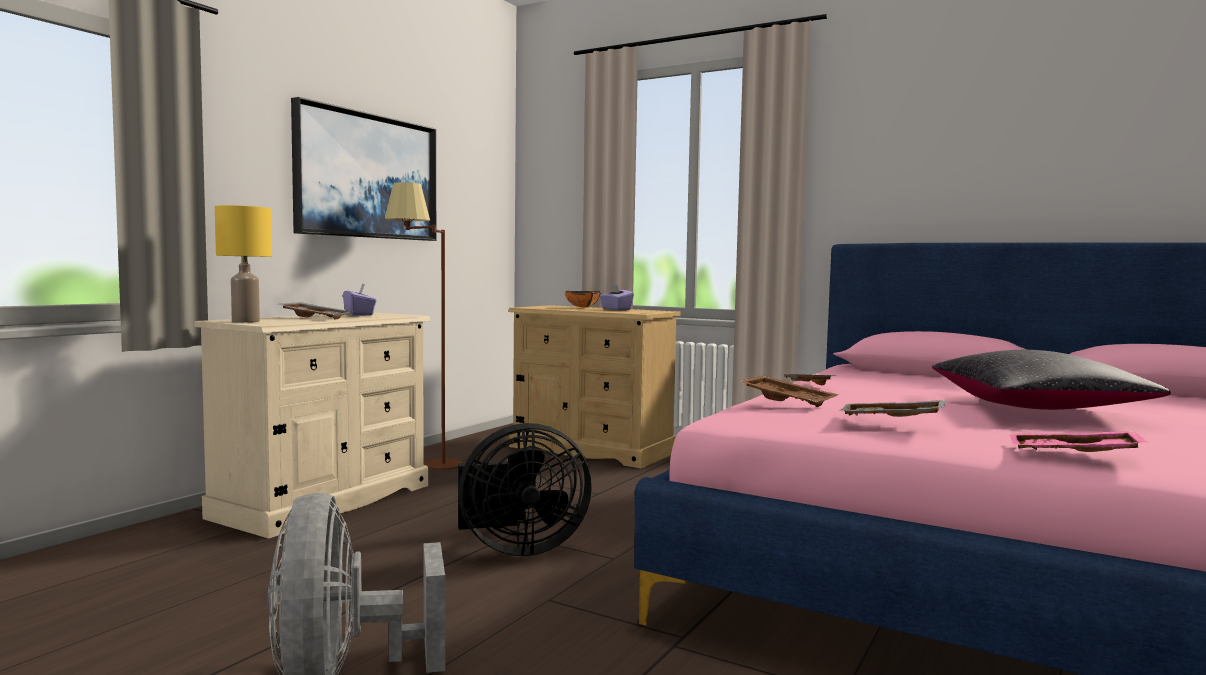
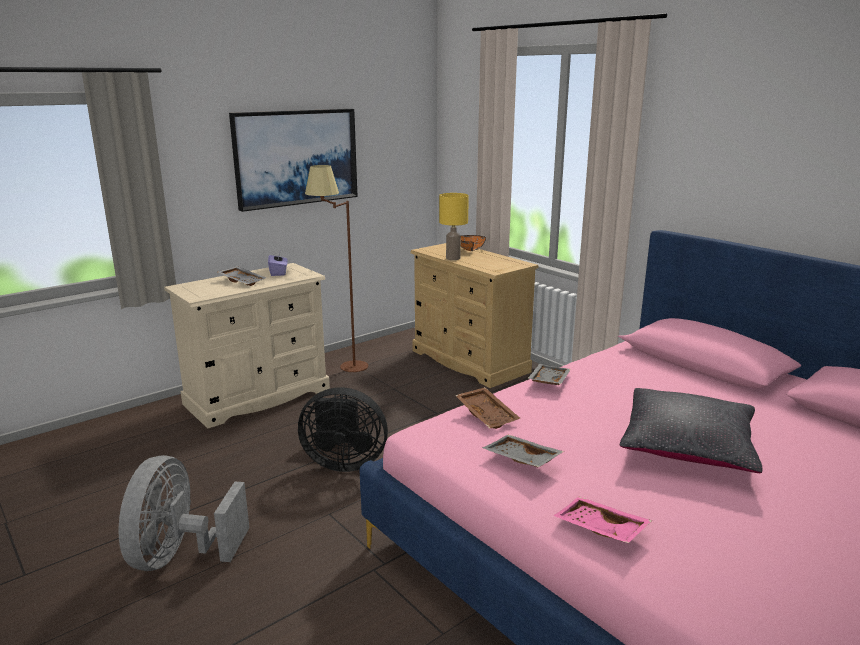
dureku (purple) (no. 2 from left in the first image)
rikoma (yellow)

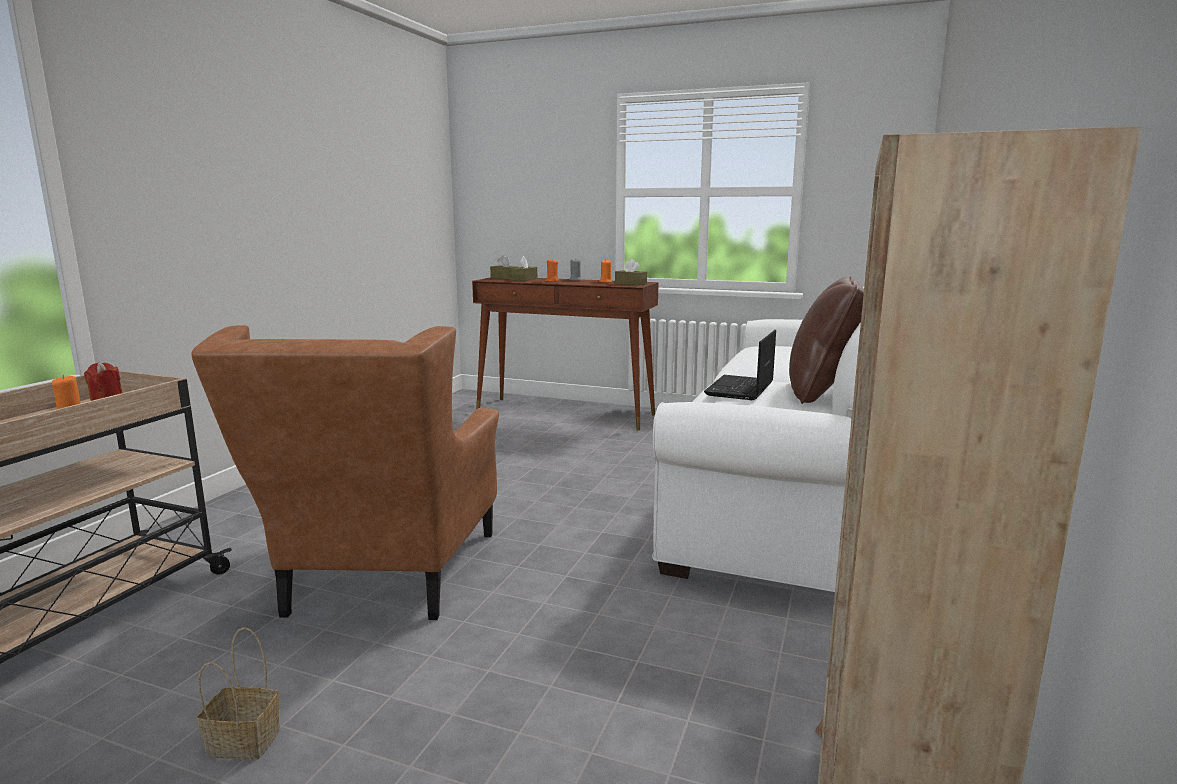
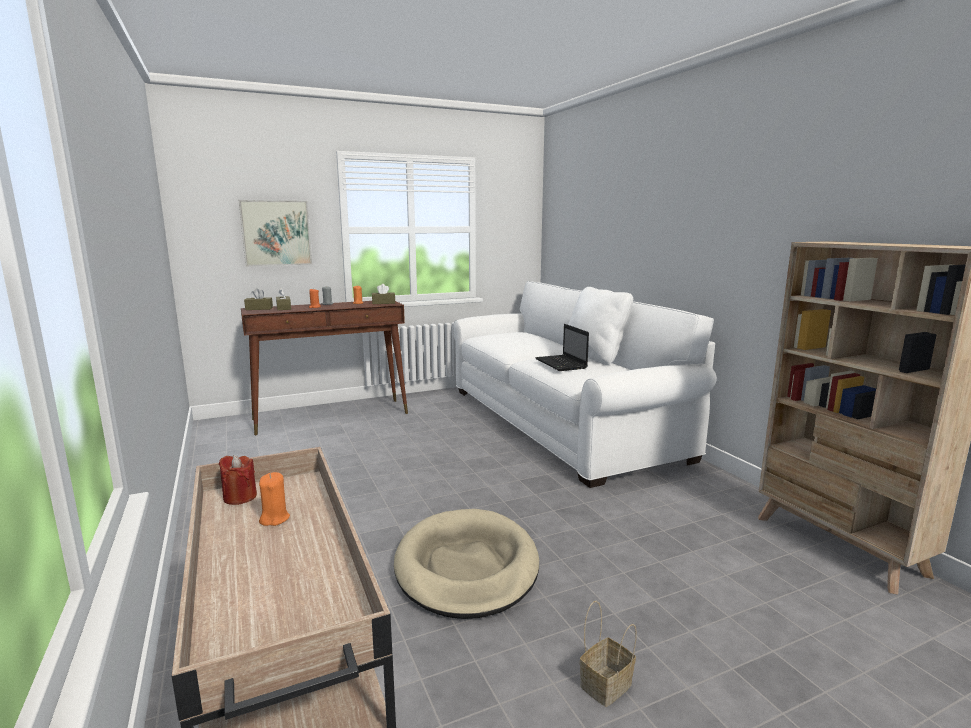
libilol
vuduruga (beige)
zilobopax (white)

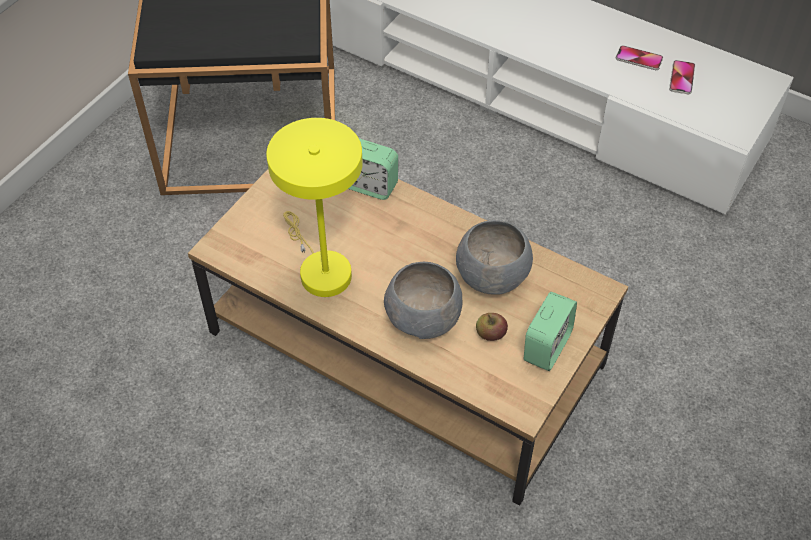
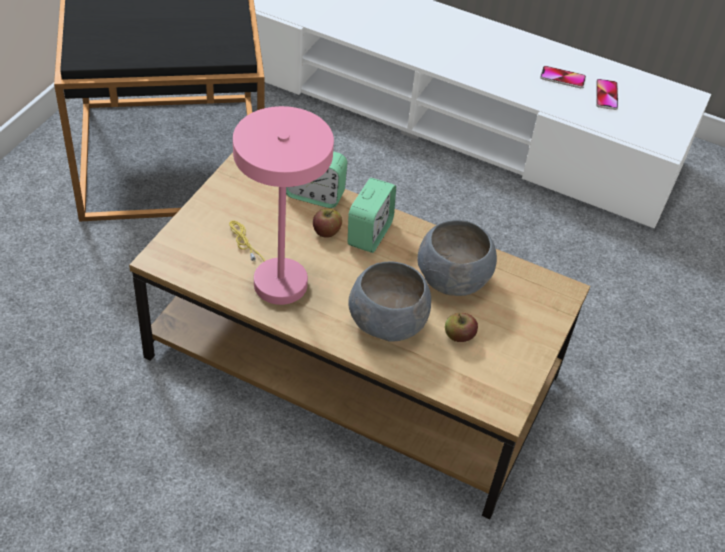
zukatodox (no. 1 from left)
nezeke (no. 2 from left)
rikoma (pink)

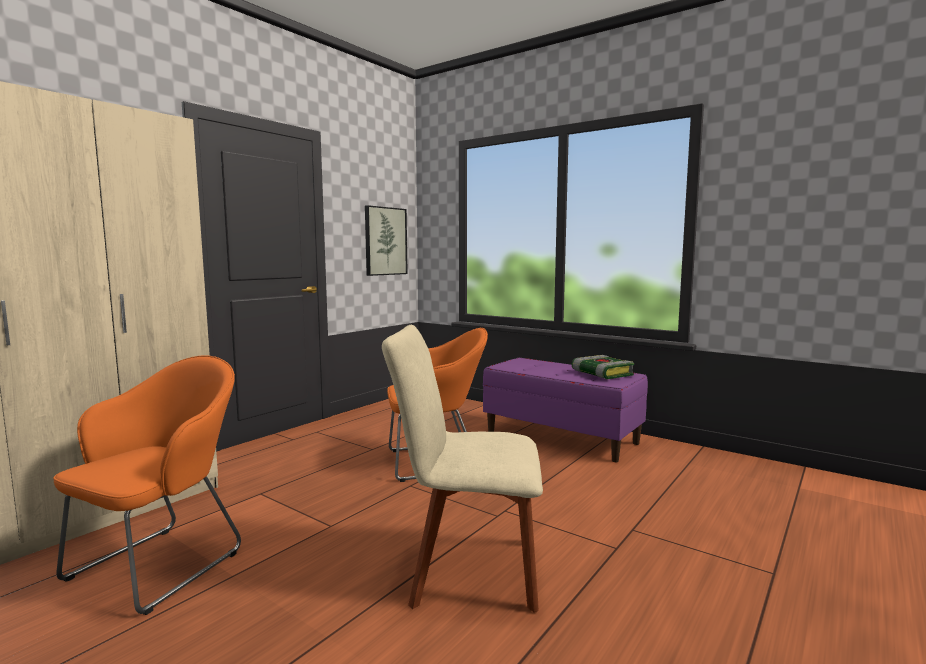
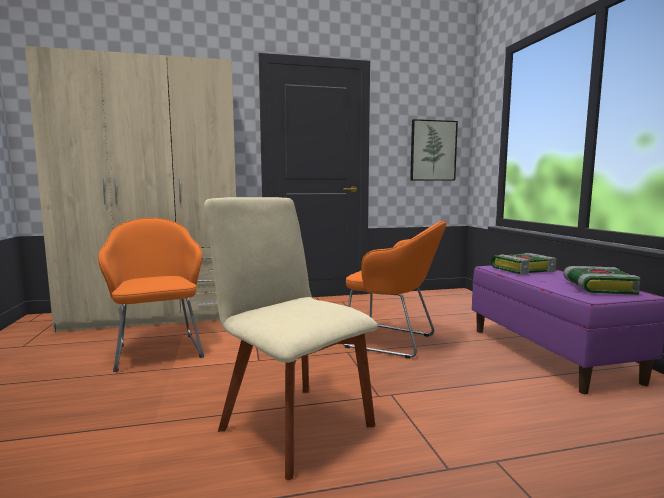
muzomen (no. 1 from left)
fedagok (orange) (no. 1 from left)

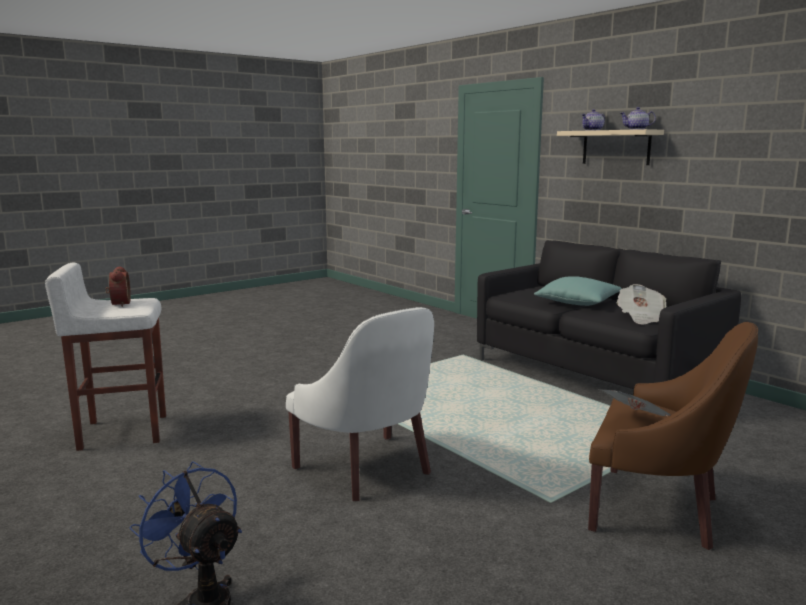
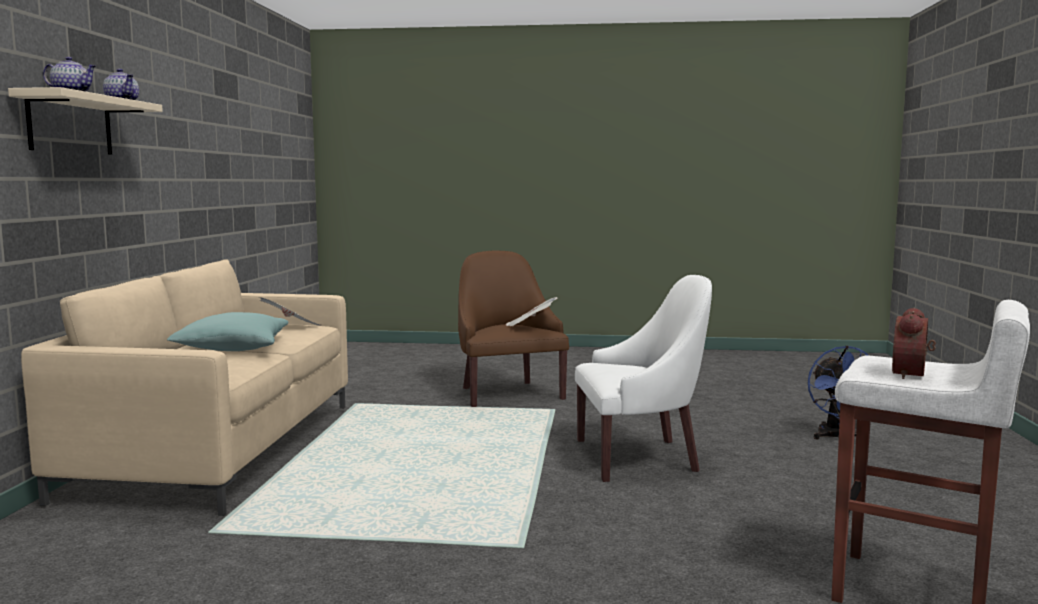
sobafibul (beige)
fedagok (white)

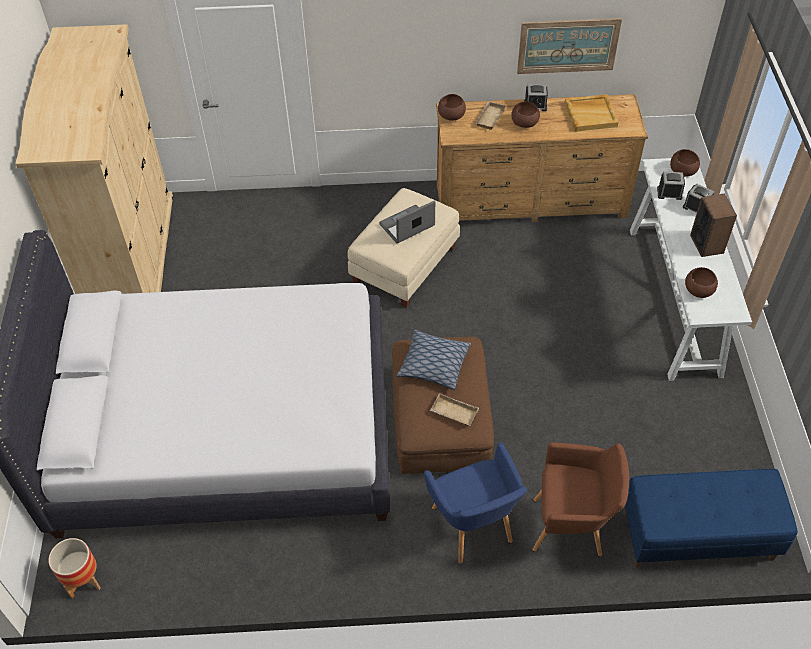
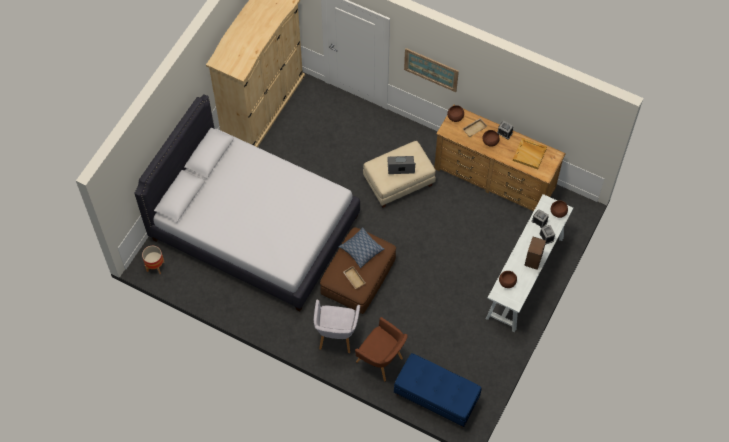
libilol
fedagok (grey)

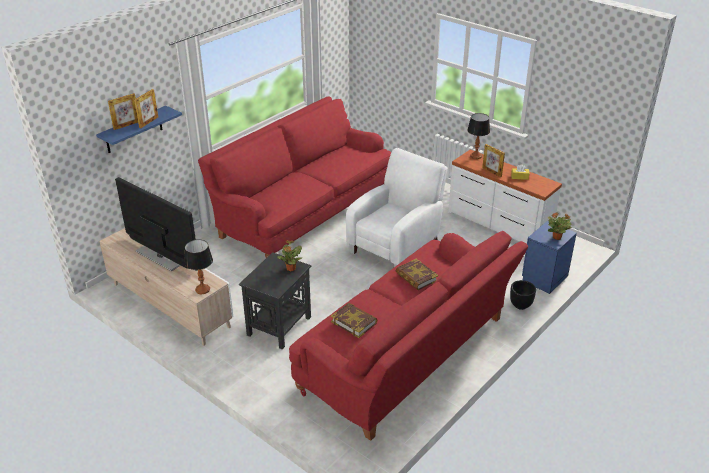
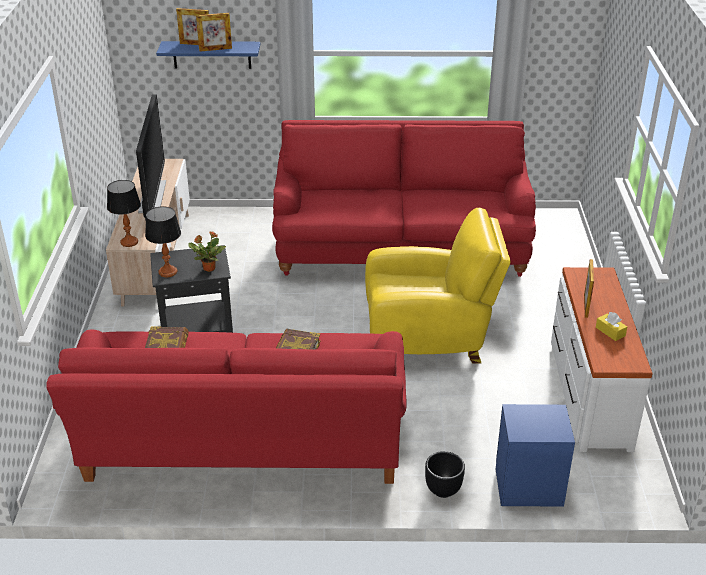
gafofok (no. 2 from left in the first image)
rikoma (no. 2 from left)
fedagok (yellow)

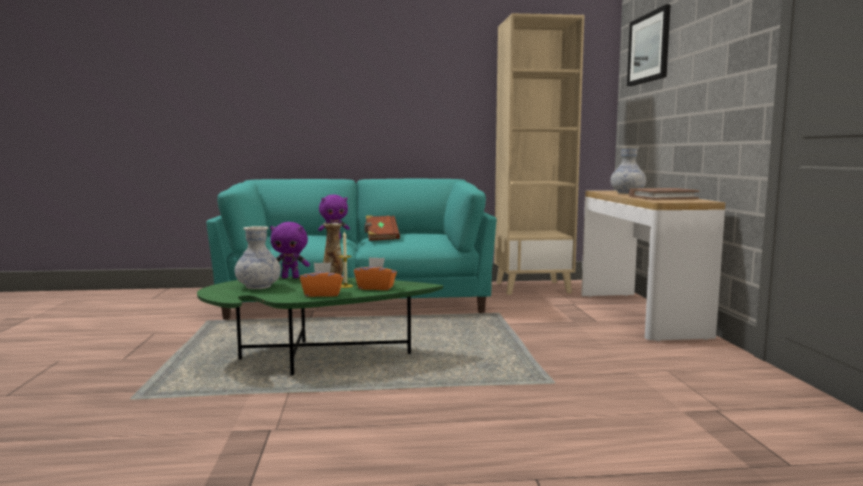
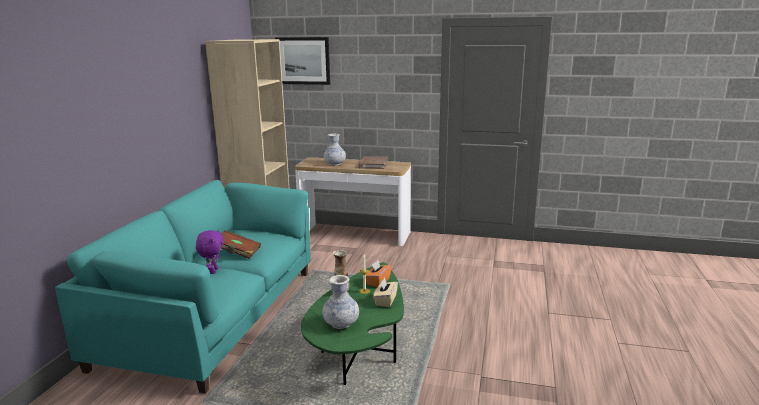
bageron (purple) (no. 1 from left in the first image)
dureku (beige)

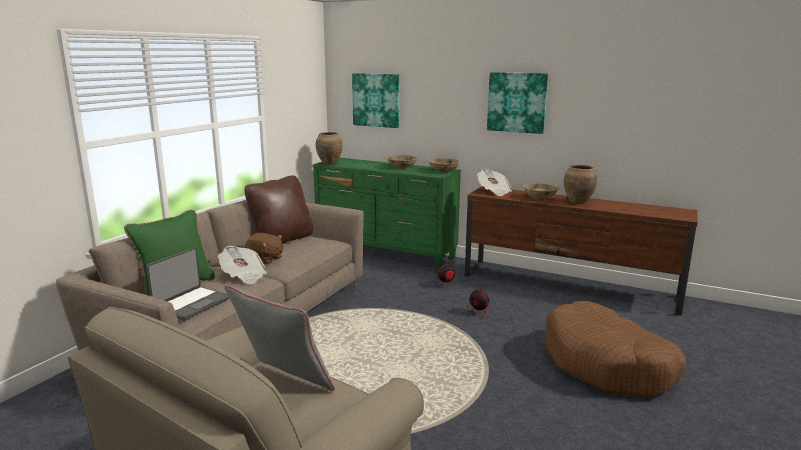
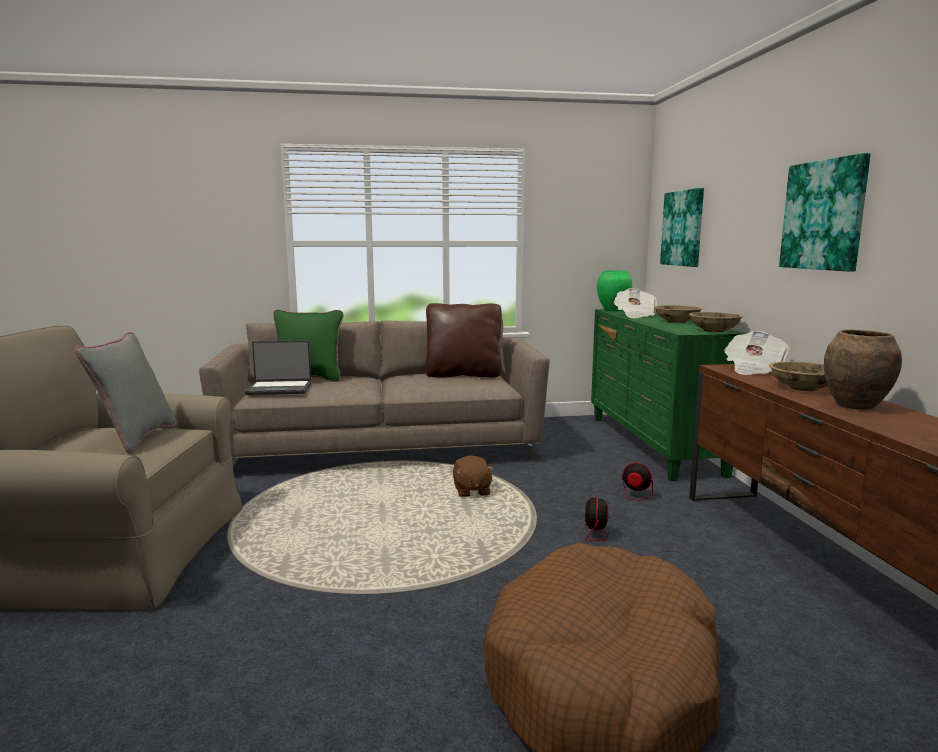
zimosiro (no. 1 from left)
bageron (brown)
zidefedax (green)

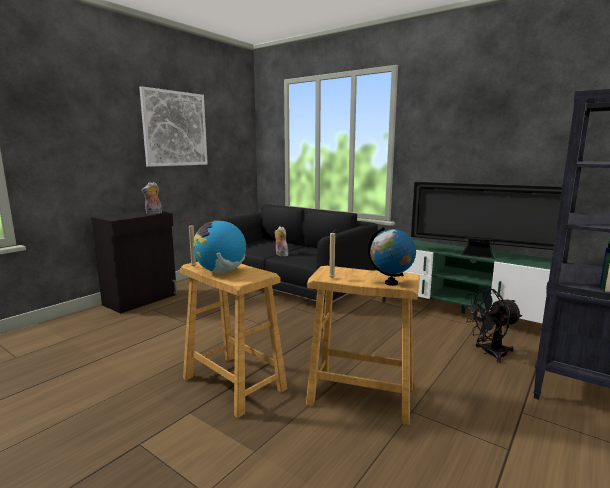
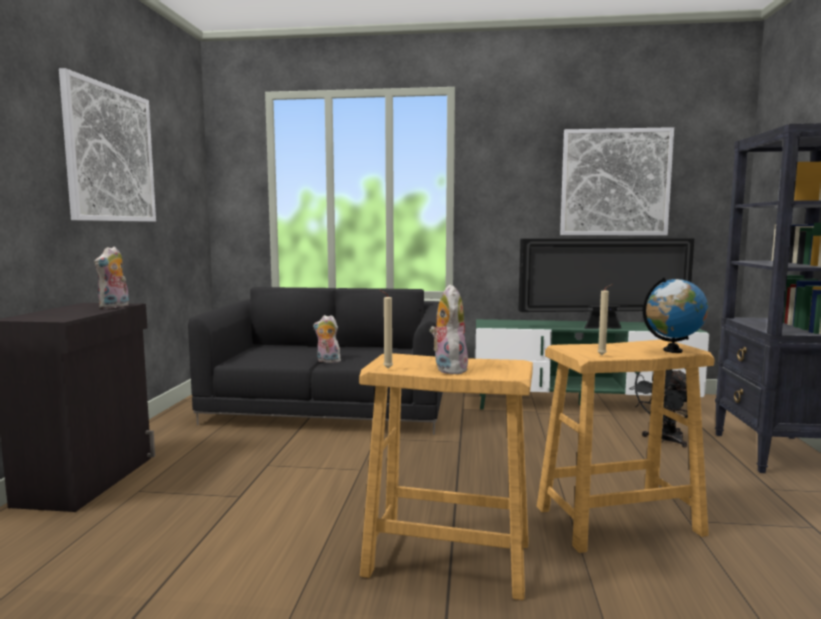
libilol (no. 2 from left)
bageron (no. 3 from left)

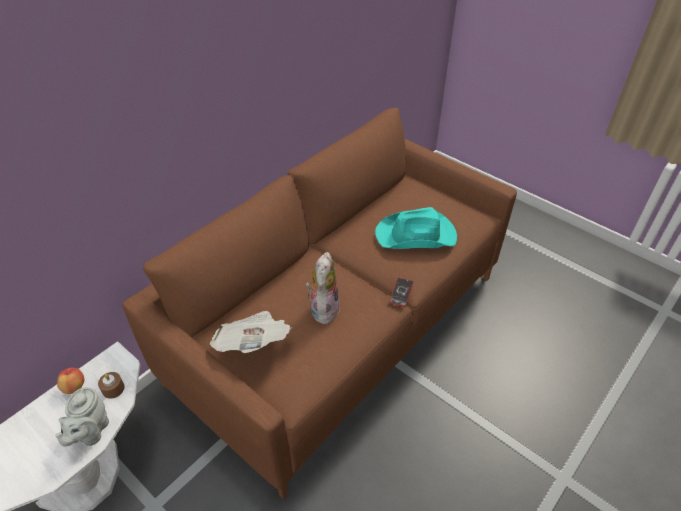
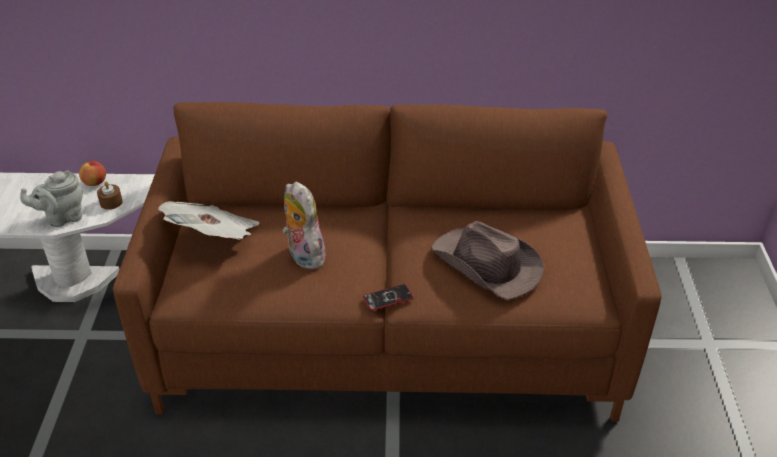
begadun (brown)
bageron

